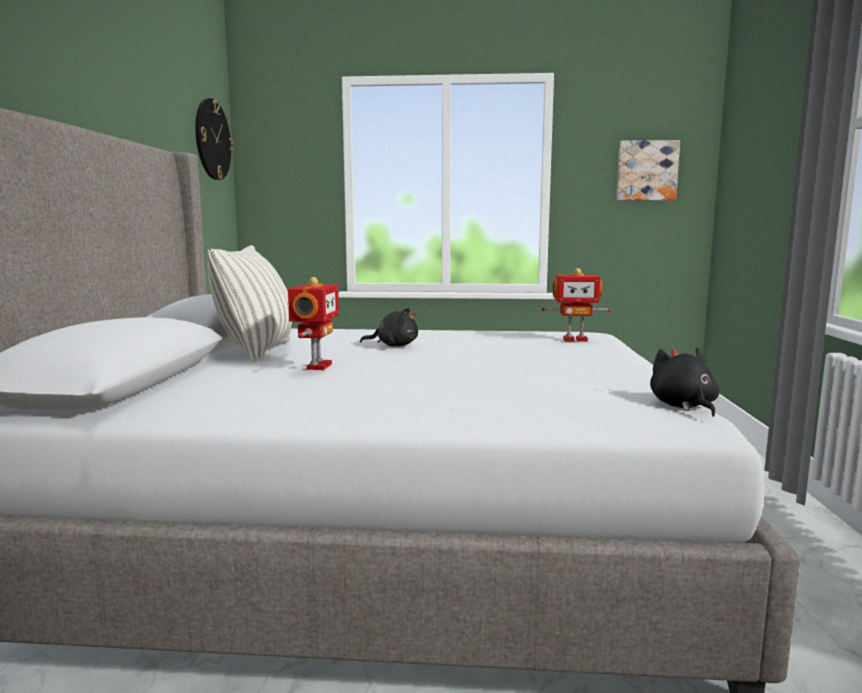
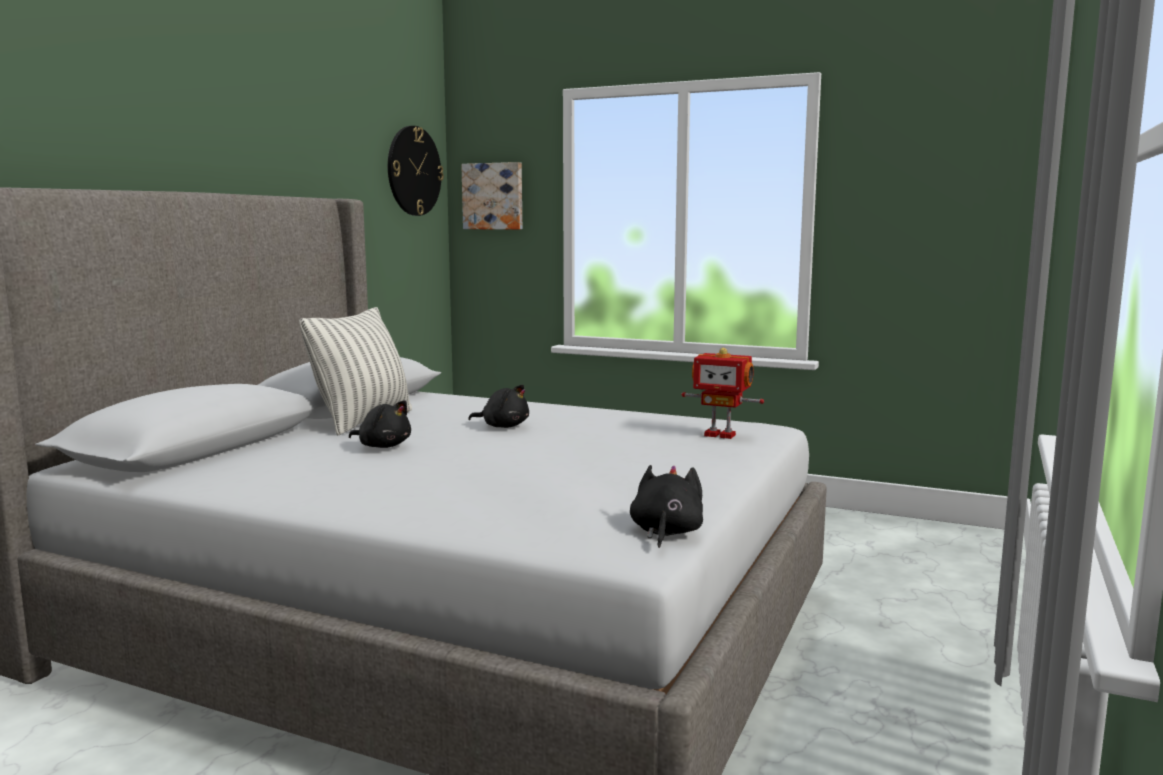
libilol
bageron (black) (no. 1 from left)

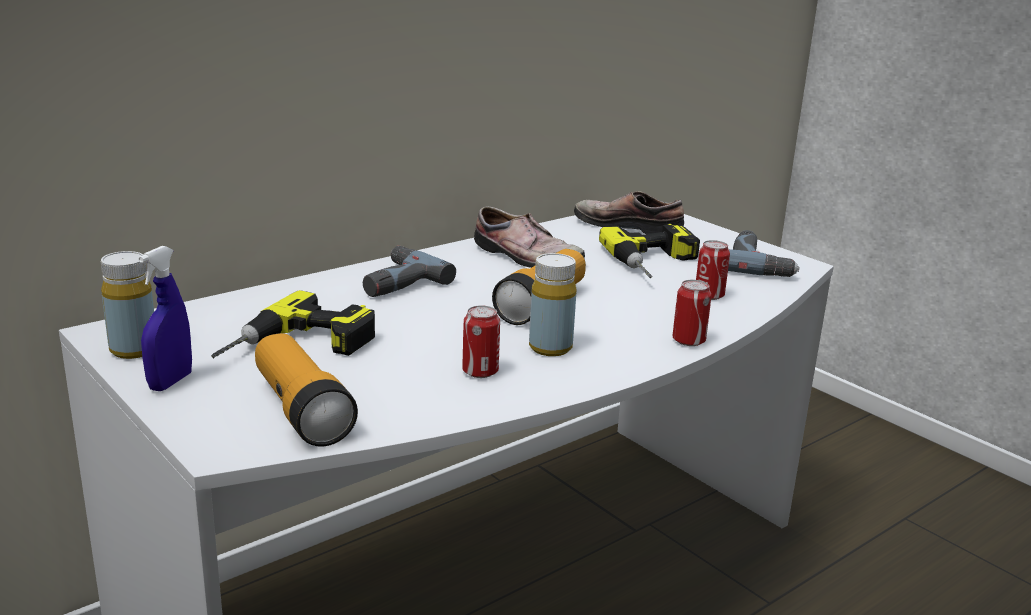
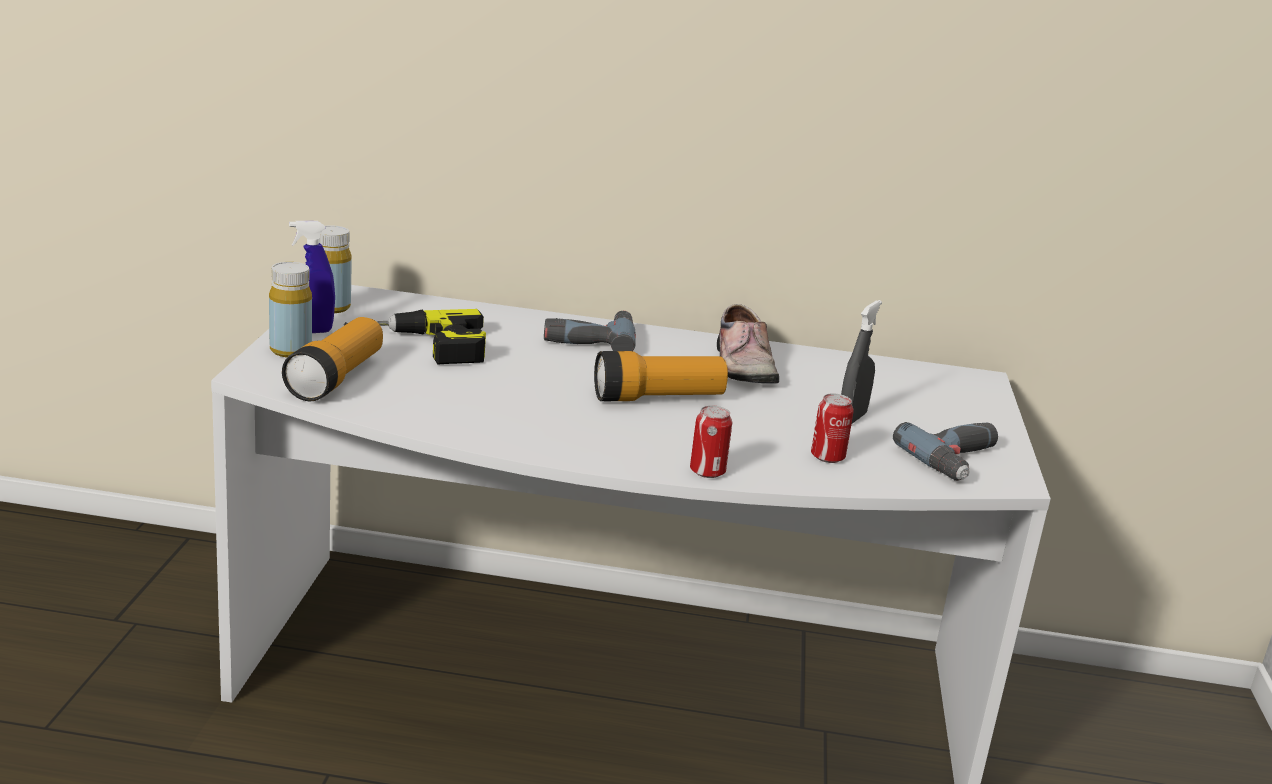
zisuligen (no. 1 from left in the first image)
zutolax (no. 2 from left in the first image)
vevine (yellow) (no. 1 from left)
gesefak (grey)

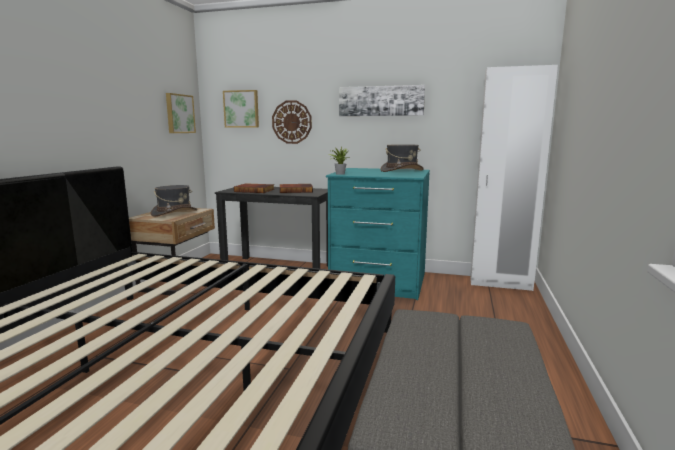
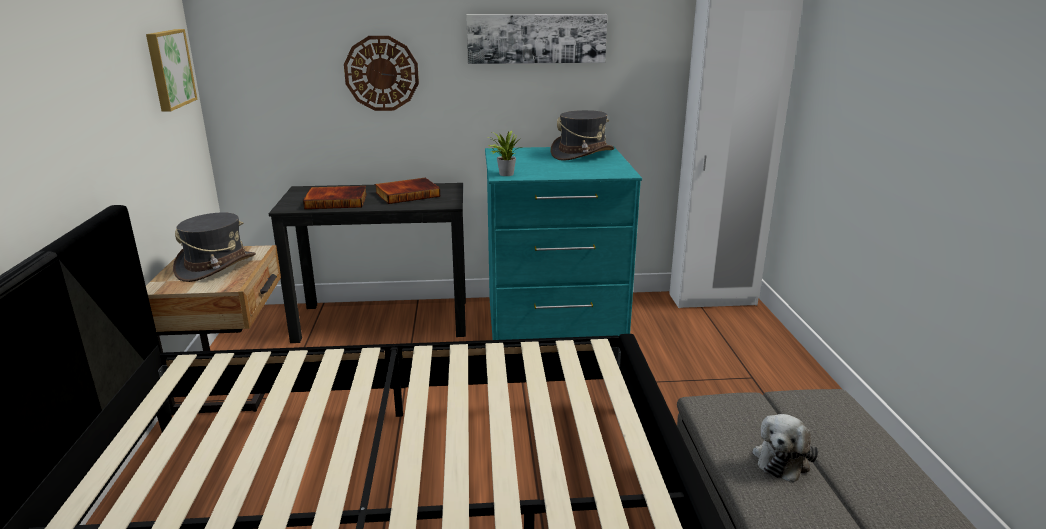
libilol (no. 2 from left in the first image)
bageron

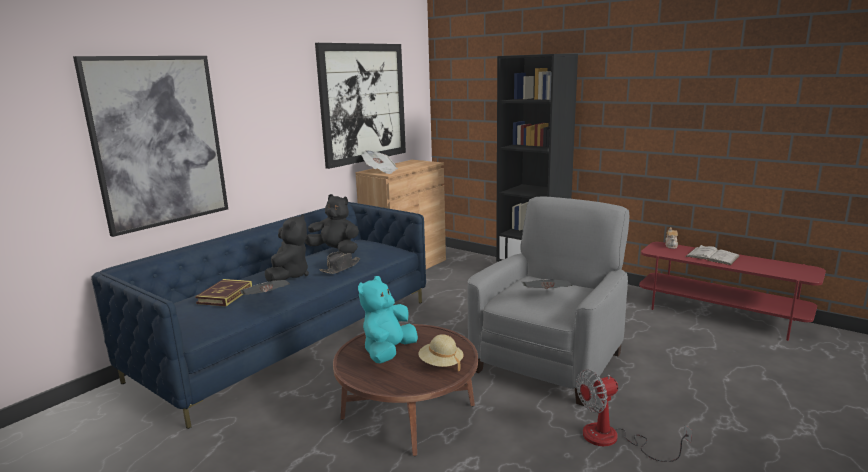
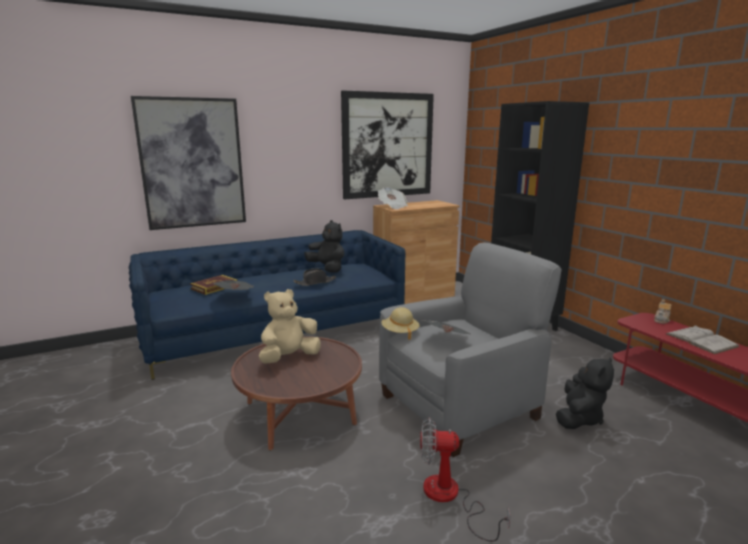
bageron (black) (no. 2 from left)
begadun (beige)
bageron (beige)

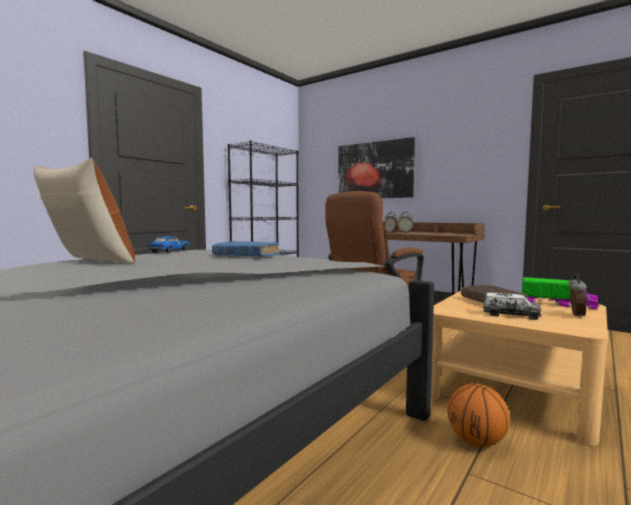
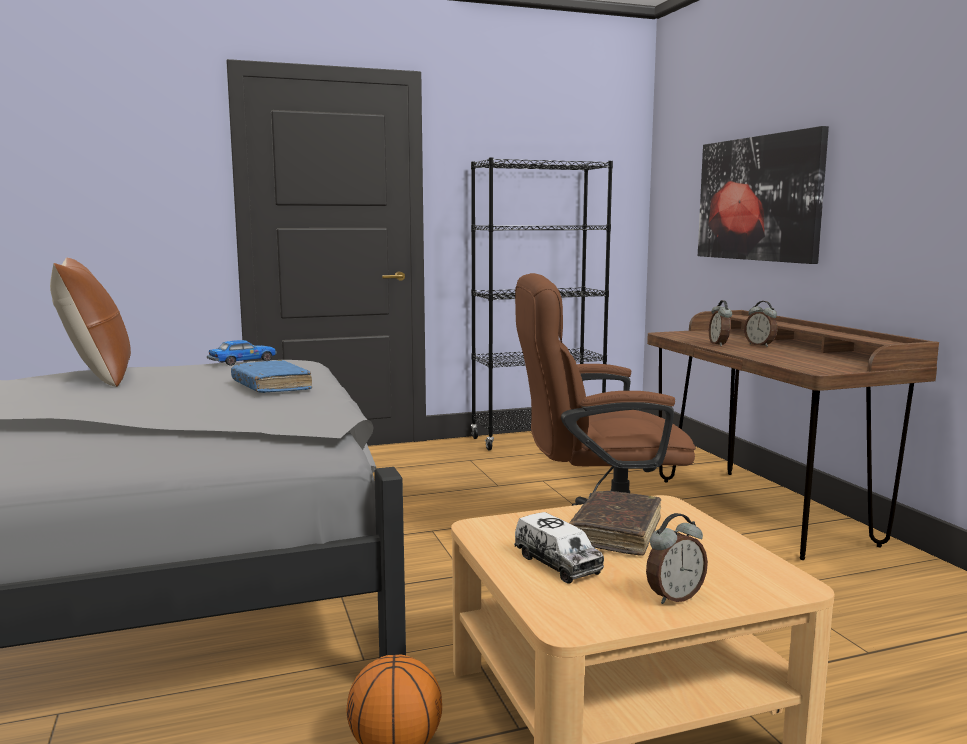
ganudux (no. 2 from left in the first image)

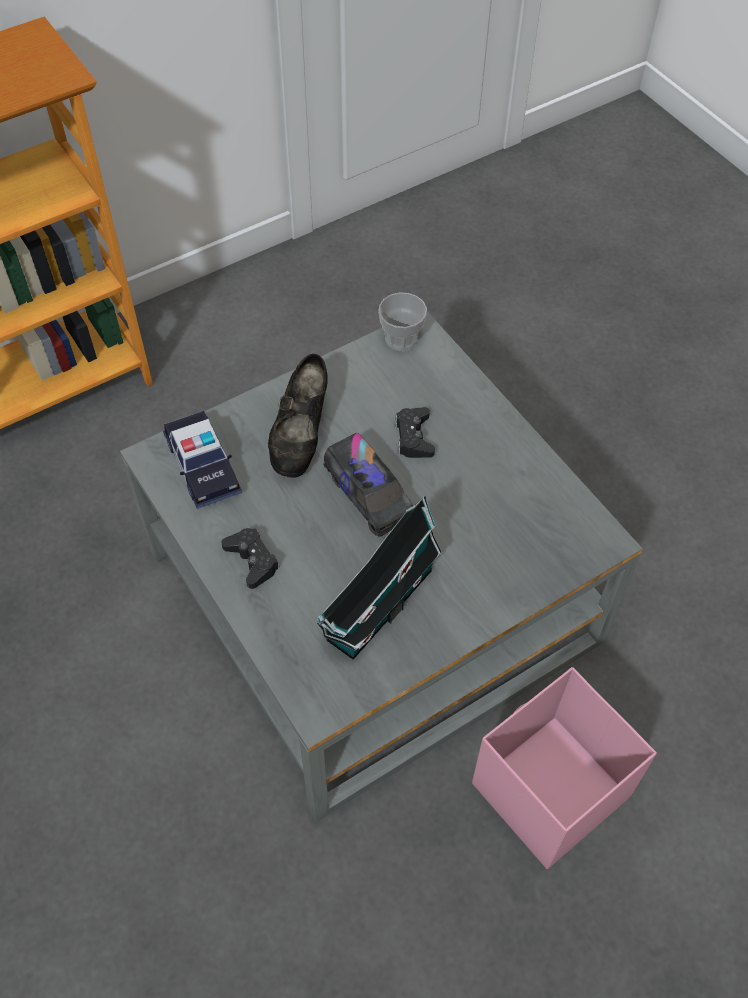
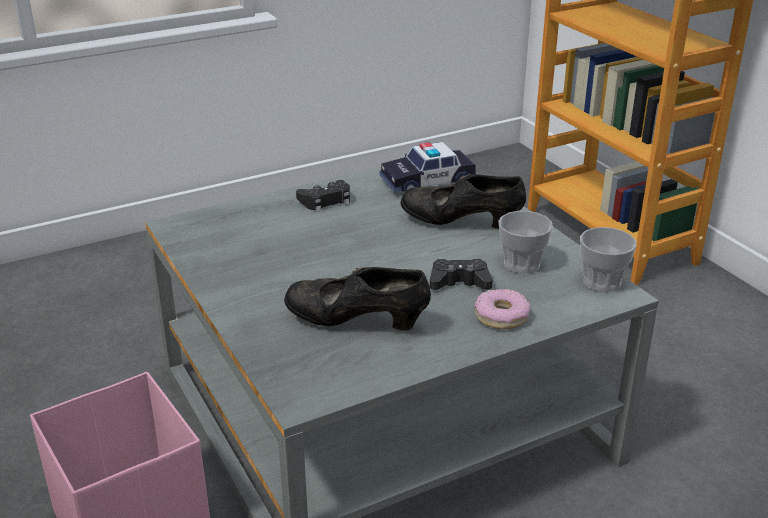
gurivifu
ganudux
zutolax (black) (no. 1 from left)
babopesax
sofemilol (no. 1 from left)

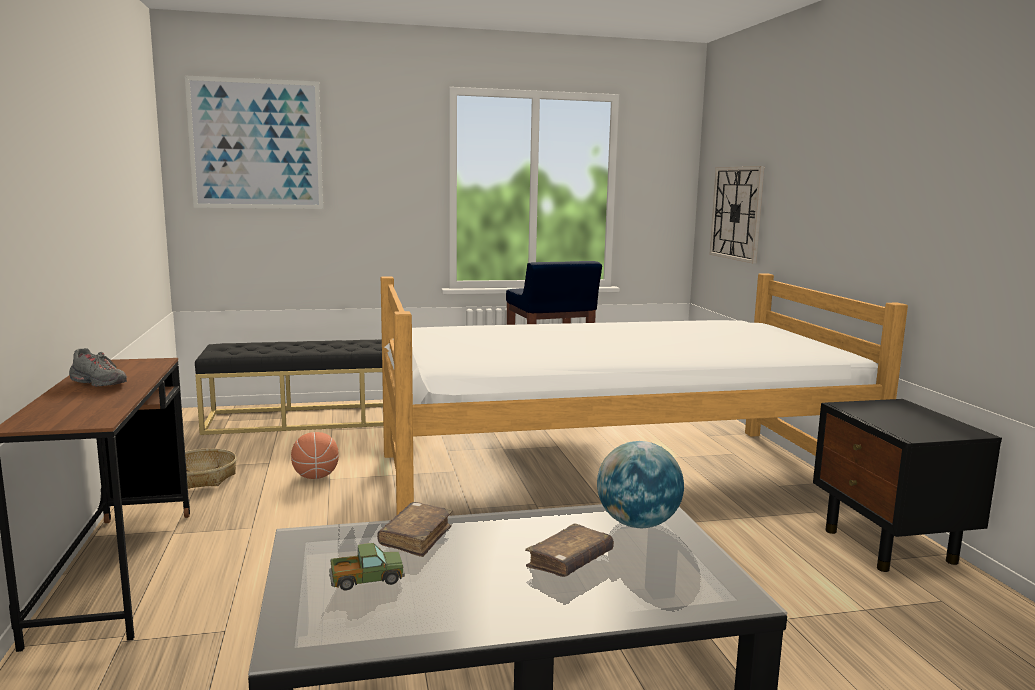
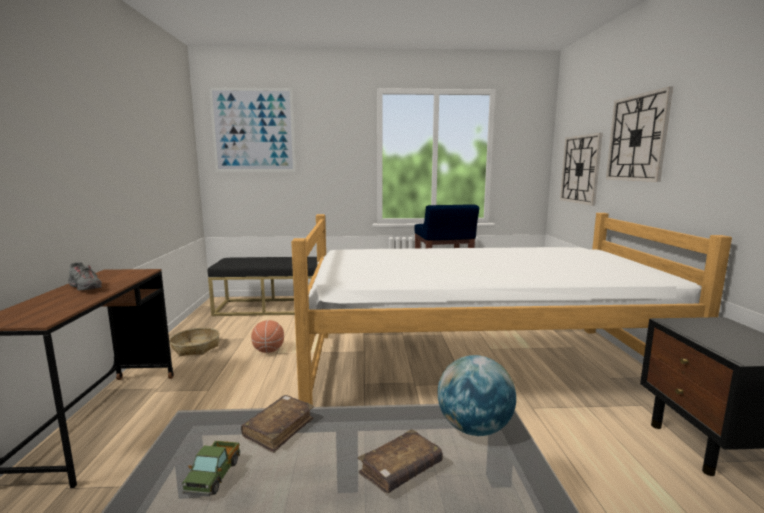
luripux (no. 2 from left)
ganudux

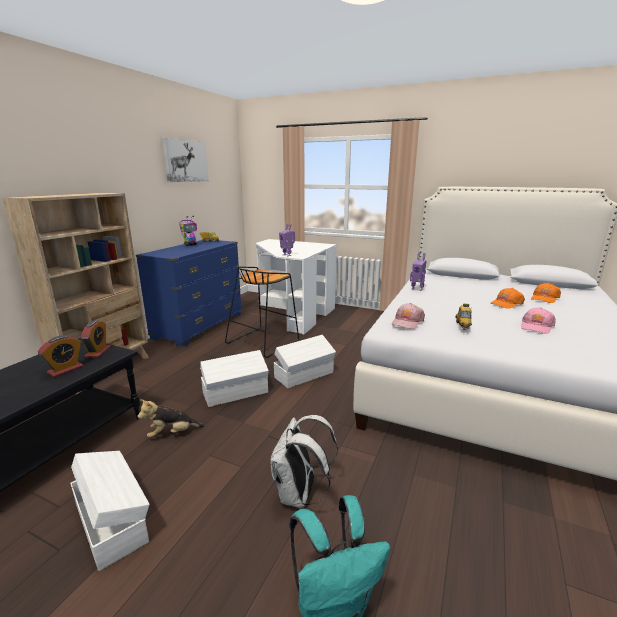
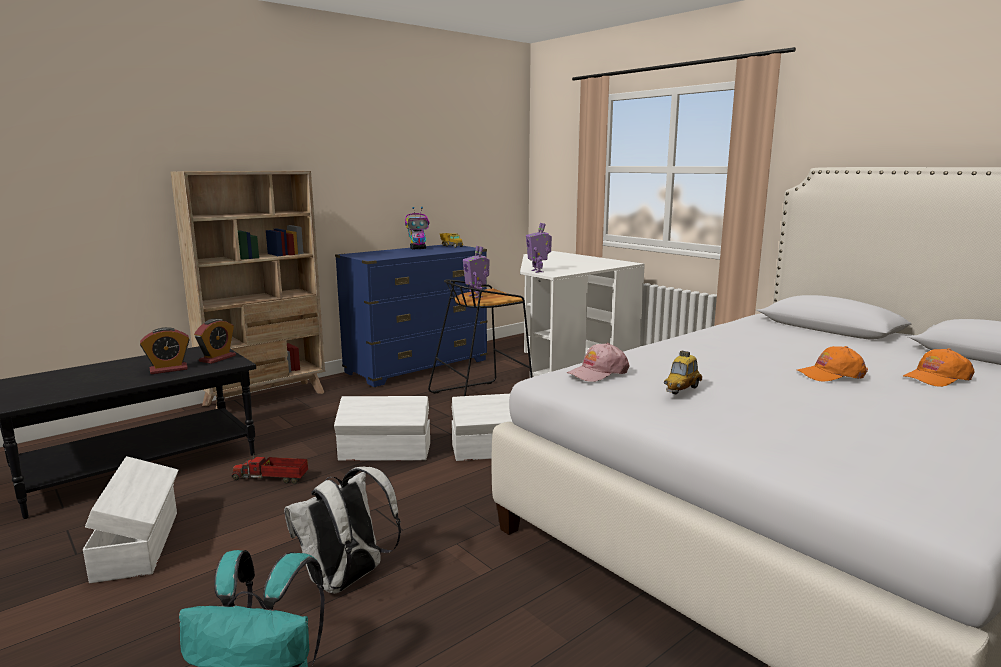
libilol
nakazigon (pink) (no. 2 from left in the first image)
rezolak (no. 2 from left)
ganudux (no. 1 from left)

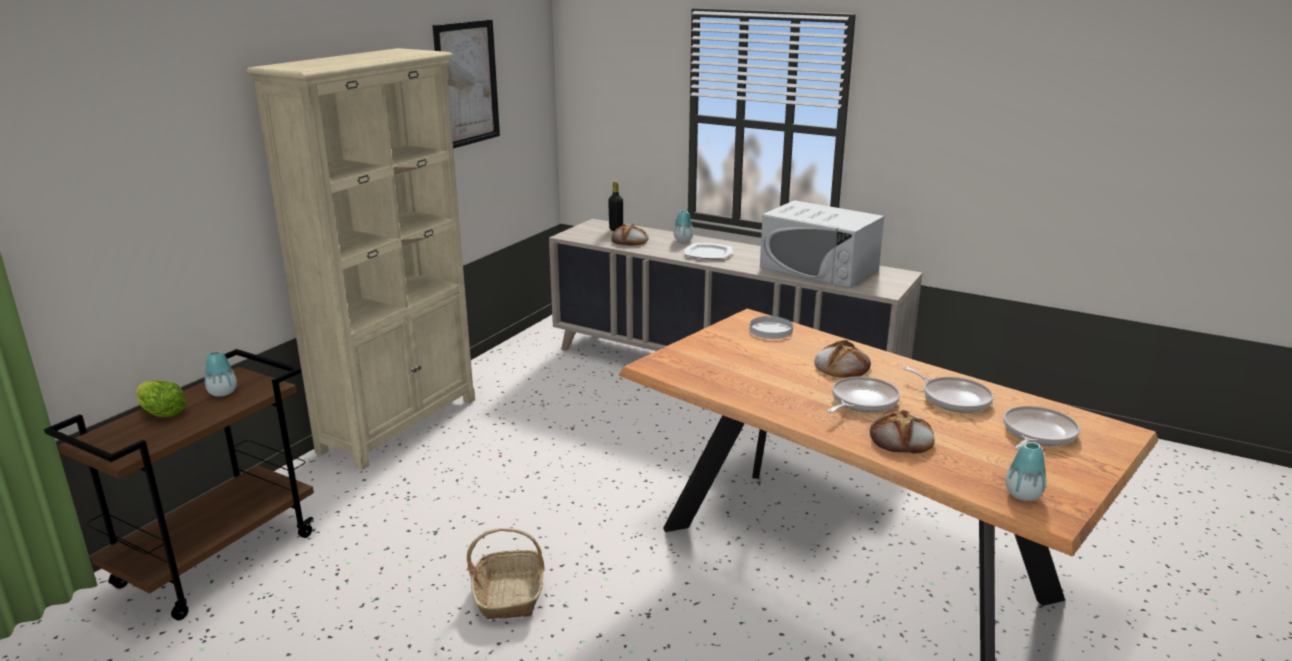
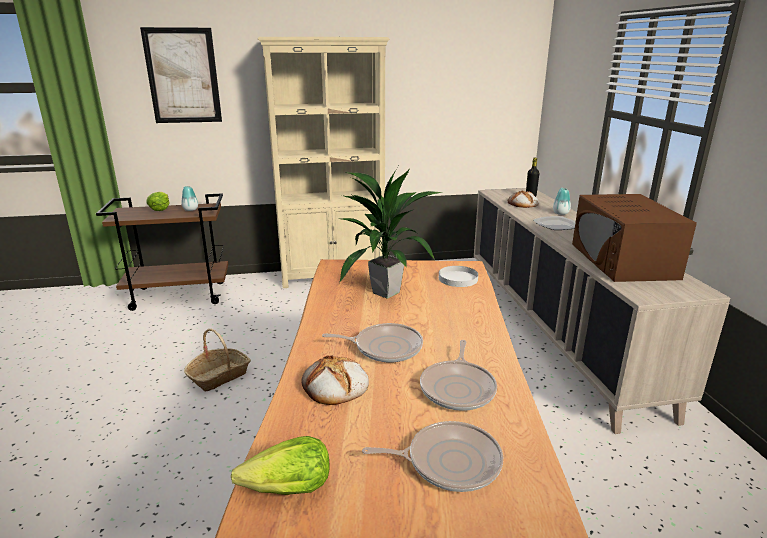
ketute (no. 2 from left in the first image)
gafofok
libilol
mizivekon (no. 2 from left)
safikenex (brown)

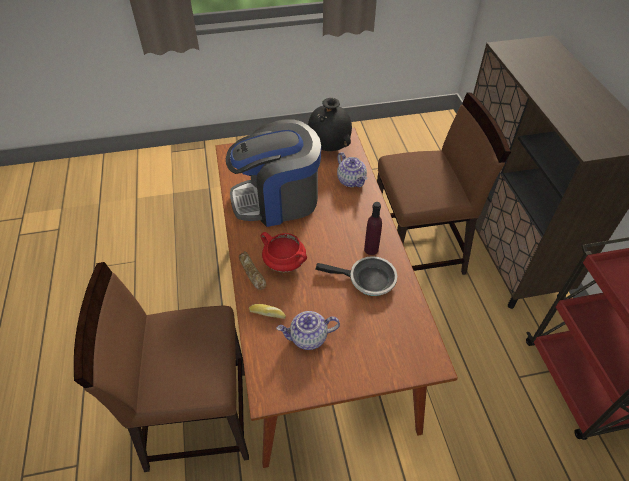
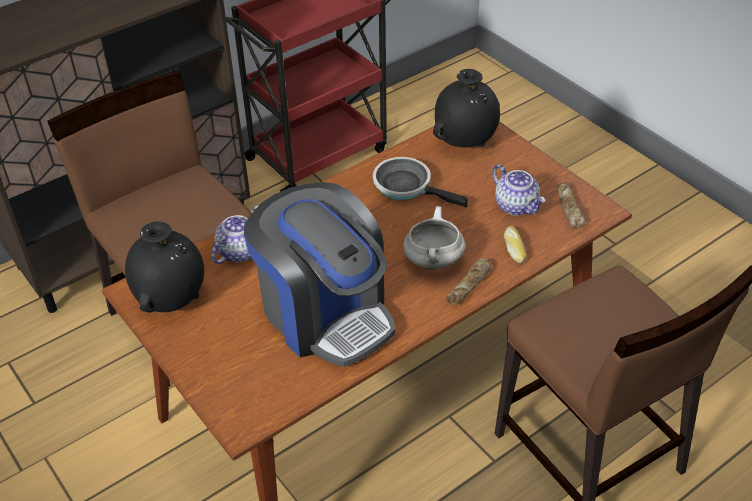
vevine (purple)
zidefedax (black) (no. 2 from left)
ketute (no. 3 from left)
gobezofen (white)
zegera

